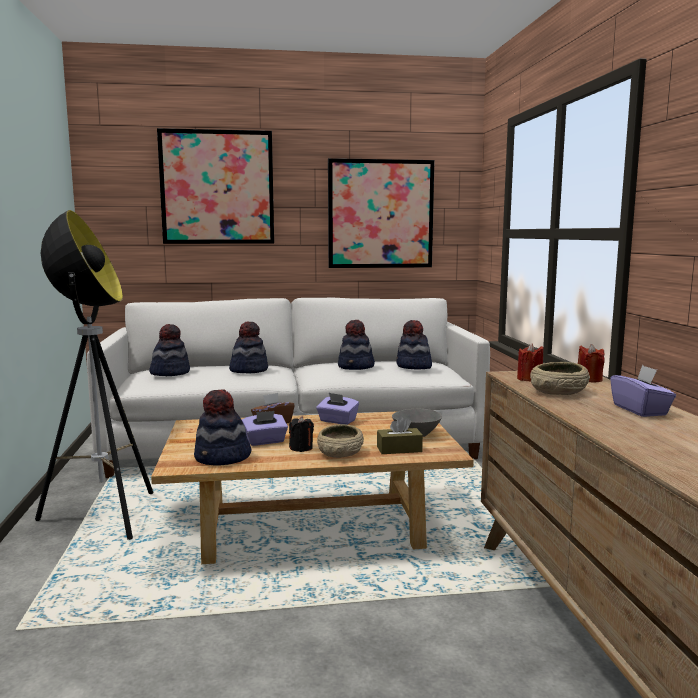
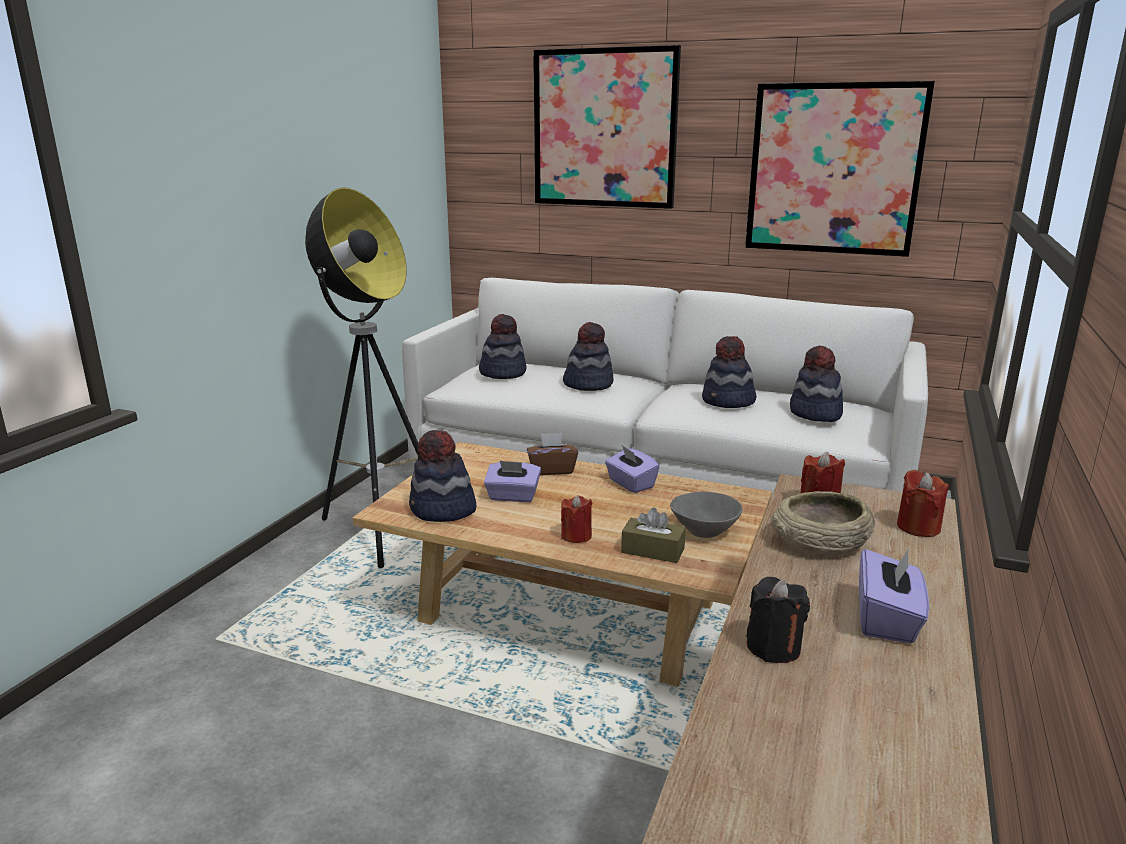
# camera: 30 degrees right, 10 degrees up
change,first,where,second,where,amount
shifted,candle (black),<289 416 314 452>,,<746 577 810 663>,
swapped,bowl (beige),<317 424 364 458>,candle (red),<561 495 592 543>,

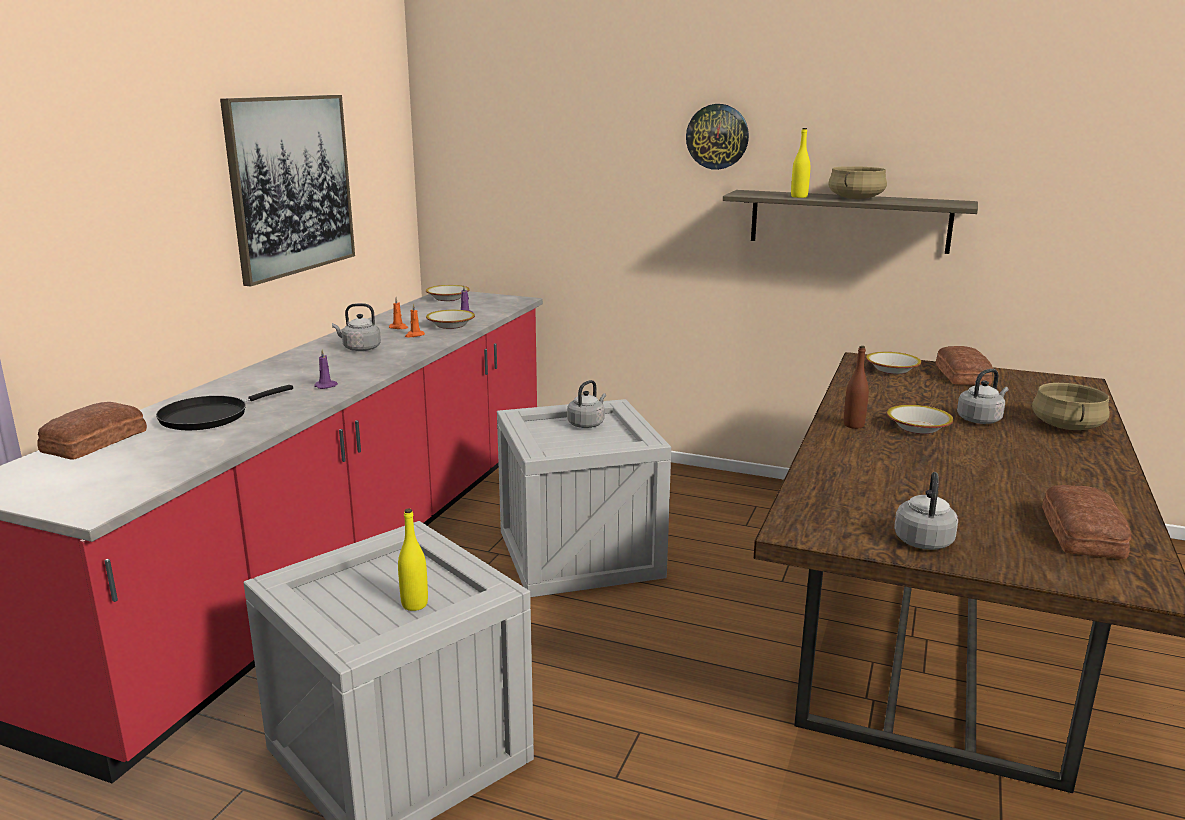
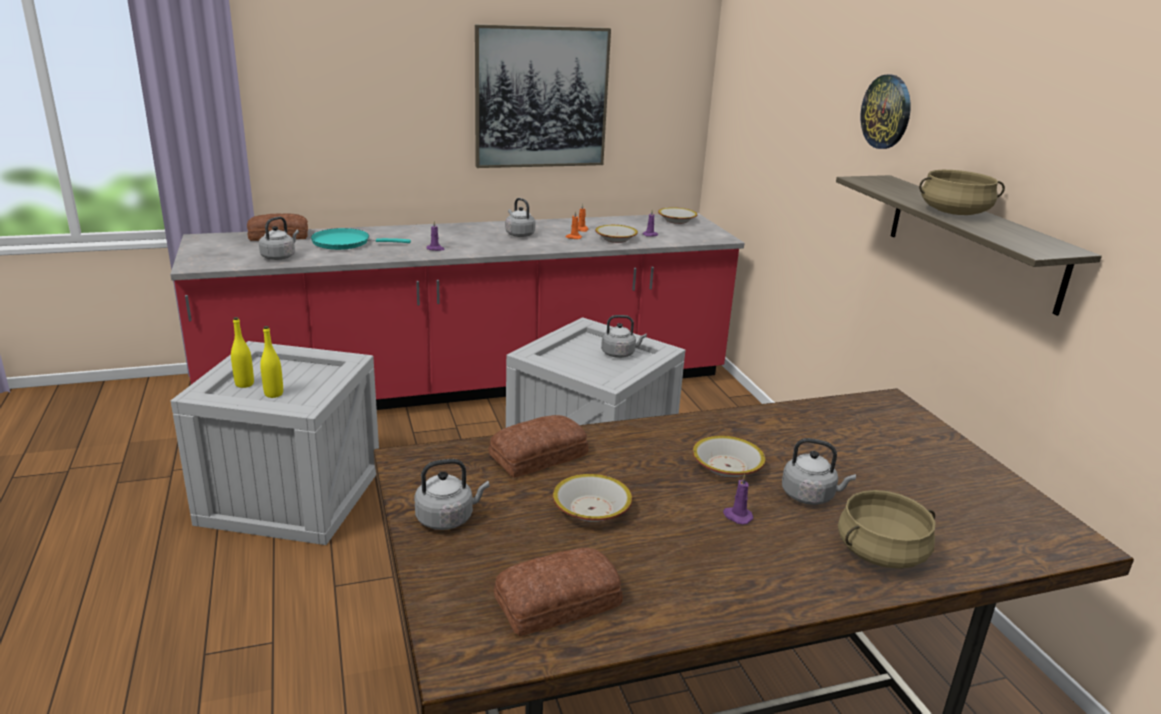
# camera: 50 degrees right, 5 degrees up
change,first,where,second,where,amount
gone,bottle (brown),<844 346 869 429>,,,
new,,,kettle (grey),<259 217 299 260>,
new,,,candle (purple),<723 474 753 524>,
shifted,bottle (yellow),<791 128 810 198>,,<231 317 254 388>,
shifted,bowl,<866 352 921 374>,,<553 474 632 522>,
shifted,bread,<936 346 993 385>,,<489 415 589 478>,
repainted,frying pan (black),<156 385 293 430>,frying pan (turquoise),<311 228 411 250>,

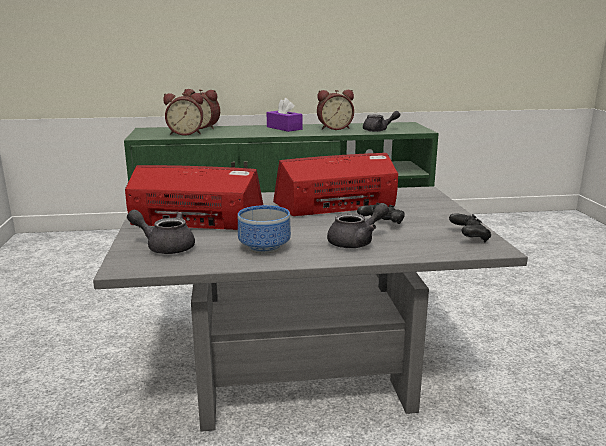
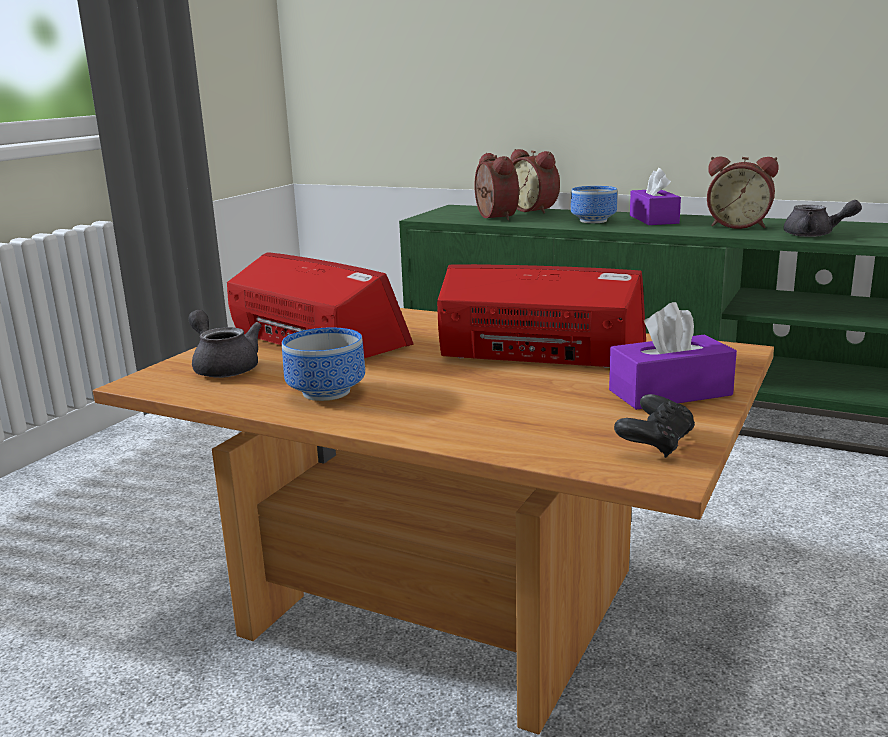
# camera: 35 degrees right, 0 degrees up
change,first,where,second,where,amount
gone,teapot (grey),<327 203 389 248>,,,
gone,game controller (black),<357 203 405 224>,,,
new,,,bowl,<571 186 617 223>,
new,,,tissue box (purple),<609 302 737 410>,
repainted,coffee table (grey),<93 186 528 432>,coffee table (brown),<93 308 774 735>,
rotated,alarm clock,<163 93 203 136>,,<474 153 519 220>,135 degrees counterclockwise

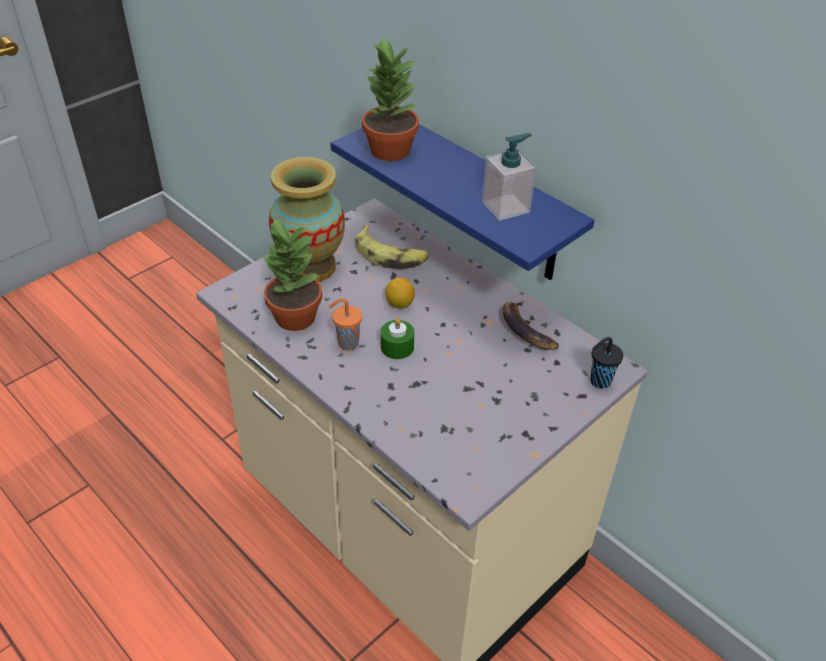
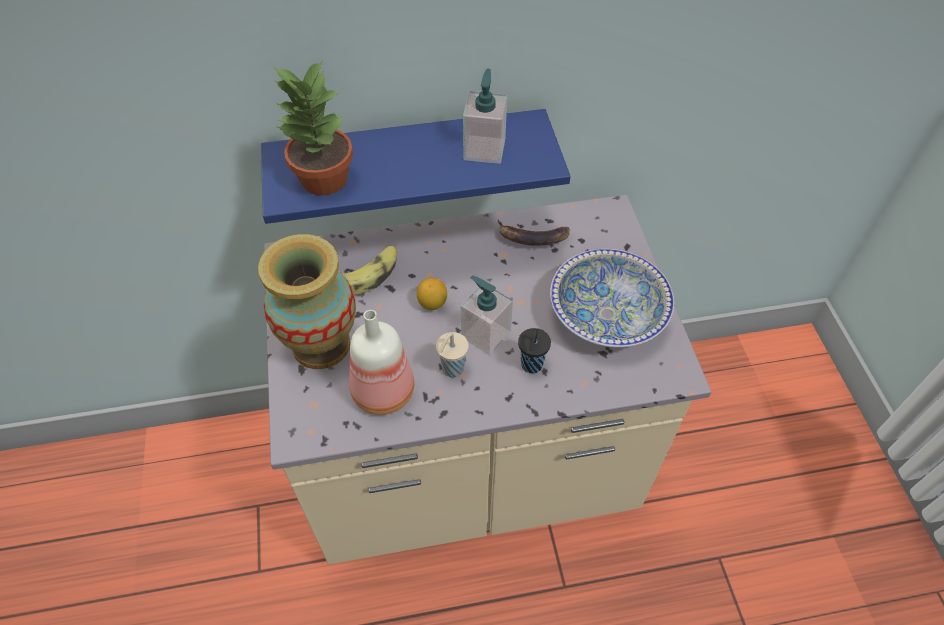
# camera: 55 degrees left, 10 degrees up
change,first,where,second,where,amount
new,,,bowl,<550 249 674 347>,
shifted,cup (black),<590 337 623 389>,,<518 328 551 373>,
swapped,potted plant,<261 217 322 331>,bottle,<349 310 414 415>,
swapped,candle (green),<381 318 415 359>,soap dispenser,<461 275 513 355>,
repainted,cup (orange),<329 298 362 350>,cup (beige),<436 332 469 377>,

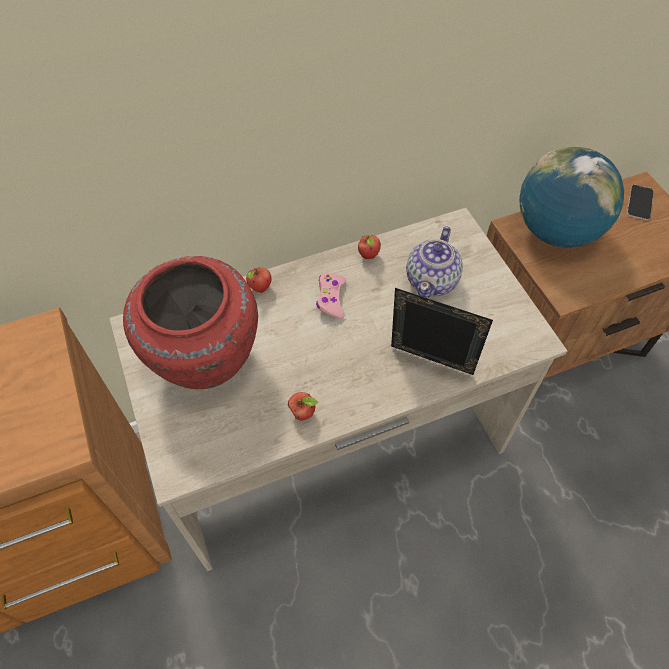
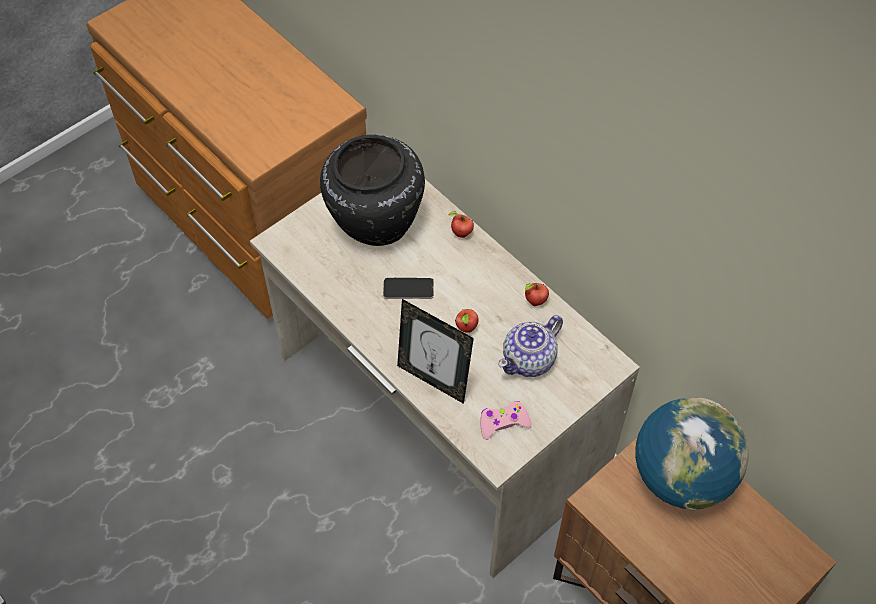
# camera: 70 degrees right, 0 degrees up
change,first,where,second,where,amount
shifted,apple,<288 392 318 421>,,<455 309 479 332>,
shifted,game controller (pink),<316 273 346 319>,,<480 401 532 440>,
shifted,phone,<627 185 654 220>,,<383 278 434 299>,
repainted,vase (red),<123 256 258 389>,vase (black),<320 135 425 246>,
rotated,picture frame,<391 288 493 375>,,<397 299 474 404>,120 degrees clockwise
rotated,teapot,<406 226 463 298>,,<498 315 563 377>,45 degrees counterclockwise

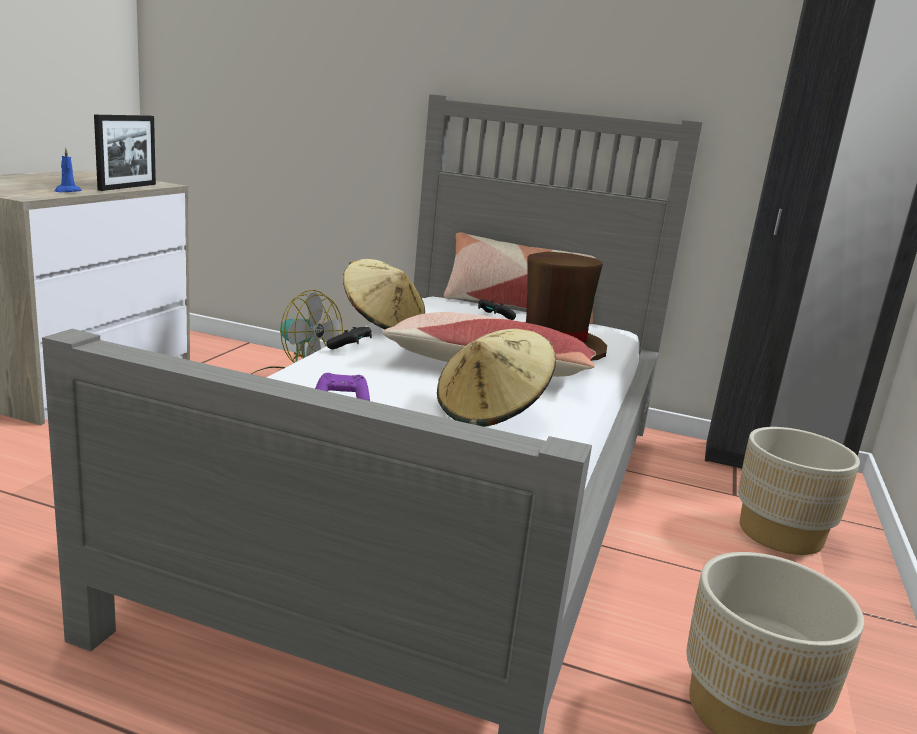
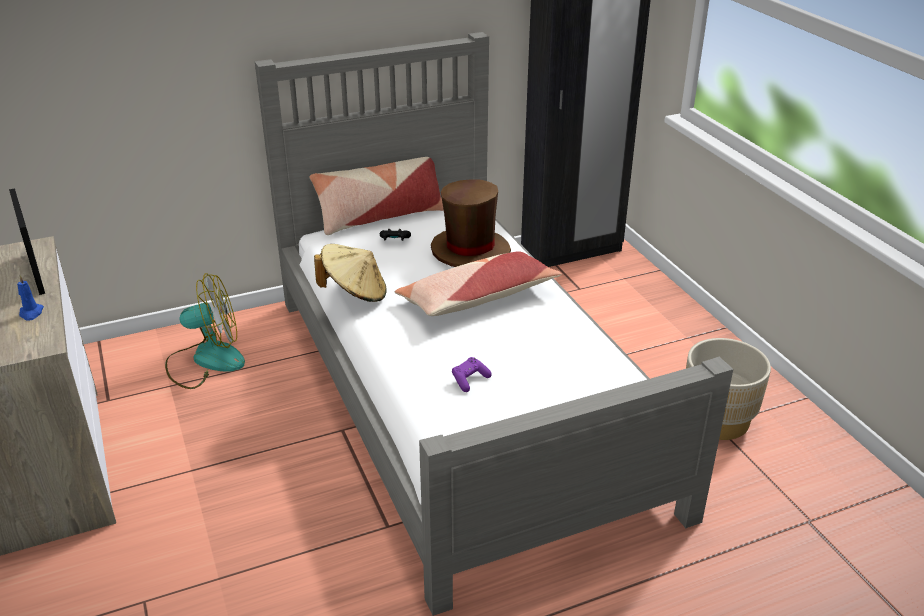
# camera: 40 degrees left, 15 degrees up
change,first,where,second,where,amount
gone,game controller (black),<326 327 372 350>,,,
gone,hat (beige),<437 329 556 427>,,,
gone,planter (beige),<738 427 860 555>,,,

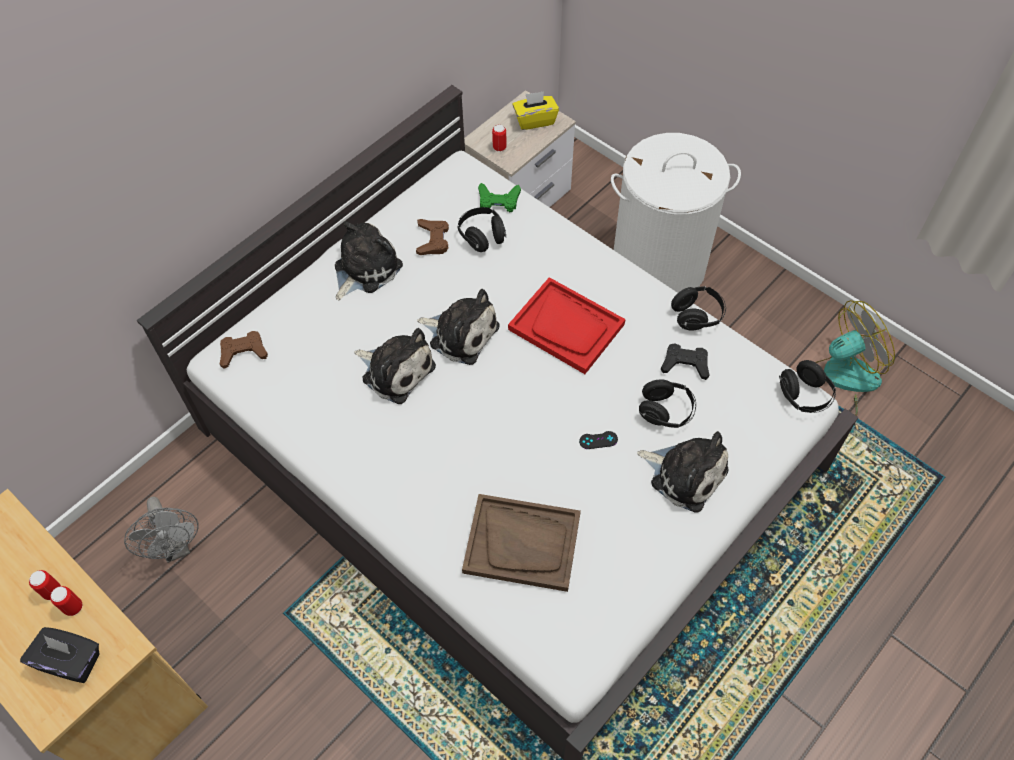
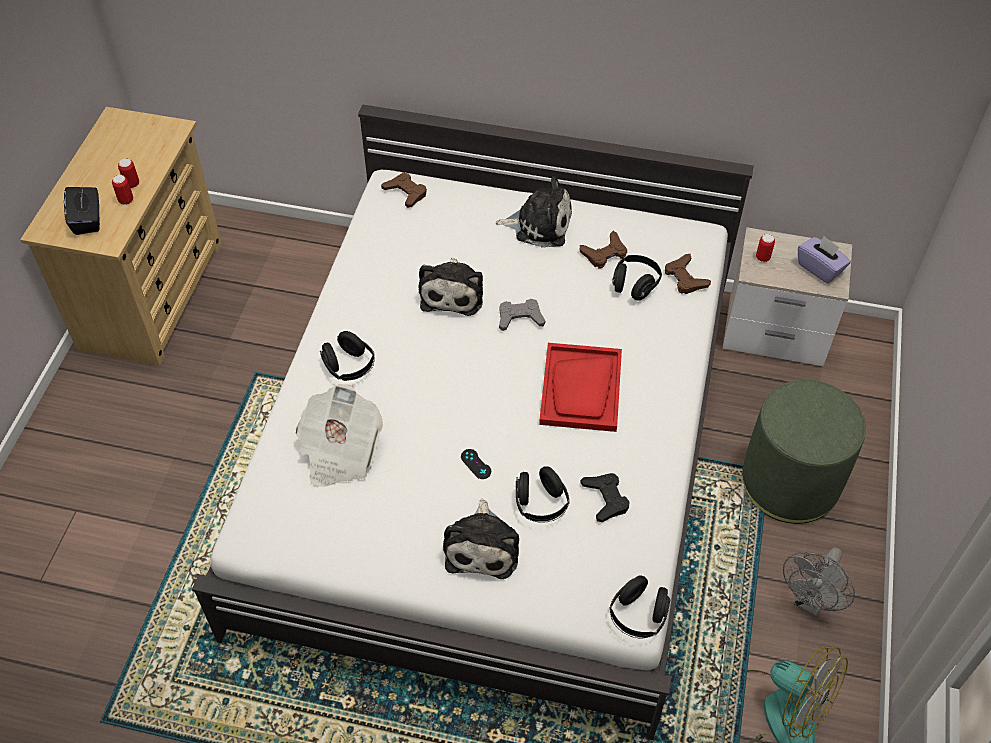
# camera: 60 degrees right, 5 degrees down
change,first,where,second,where,amount
shifted,fan (grey),<124 497 198 563>,,<783 547 855 617>,
shifted,headphones (black),<671 286 726 330>,,<320 331 375 381>,
swapped,plush toy,<417 289 500 365>,game controller (grey),<499 299 545 331>,
swapped,tray (brown),<462 494 581 592>,newspaper,<296 384 383 487>,
swapped,laundry basket (white),<611 133 741 293>,ottoman (green),<743 380 866 524>,
repainted,game controller (green),<478 183 521 212>,game controller (brown),<665 254 711 294>,
repainted,tissue box (yellow),<512 91 559 130>,tissue box (purple),<798 236 851 283>,

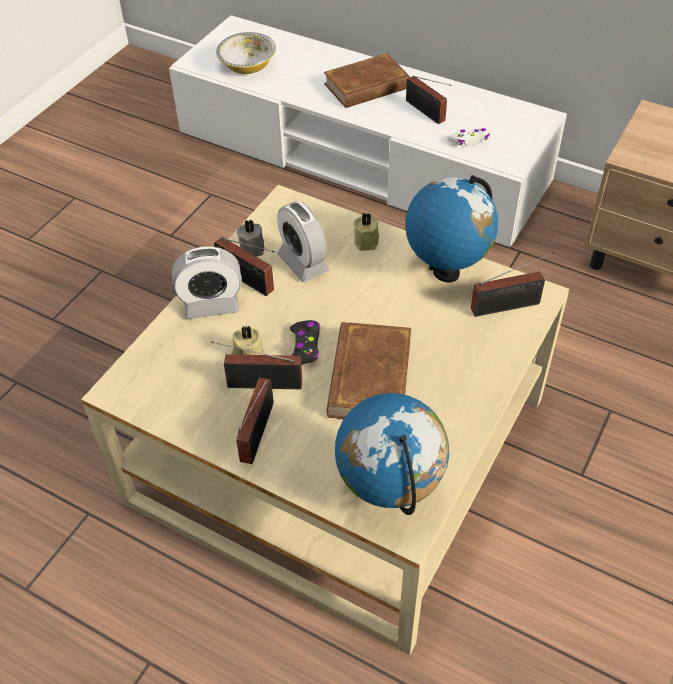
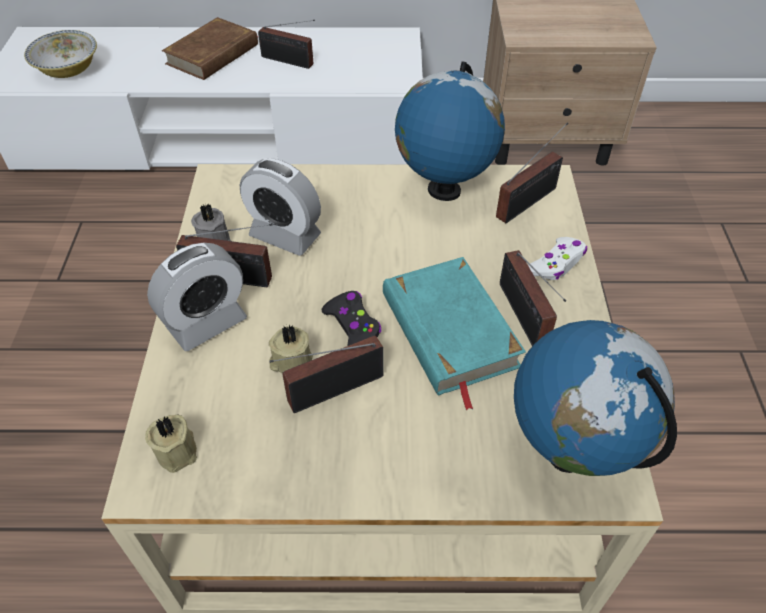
# camera: 30 degrees left, 0 degrees up
change,first,where,second,where,amount
shifted,radio,<236 378 274 464>,,<500 250 566 346>,
shifted,candle (beige),<353 212 380 251>,,<145 414 197 473>,
shifted,game controller (white),<447 128 490 146>,,<528 237 587 280>,
repainted,book (brown),<327 322 411 419>,book (turquoise),<383 257 526 411>,

